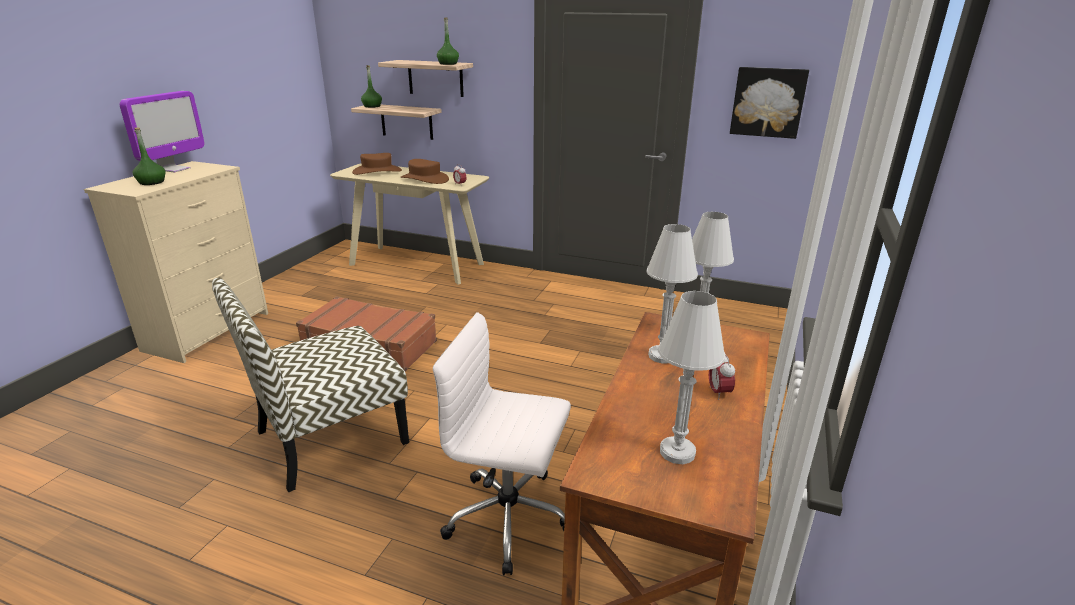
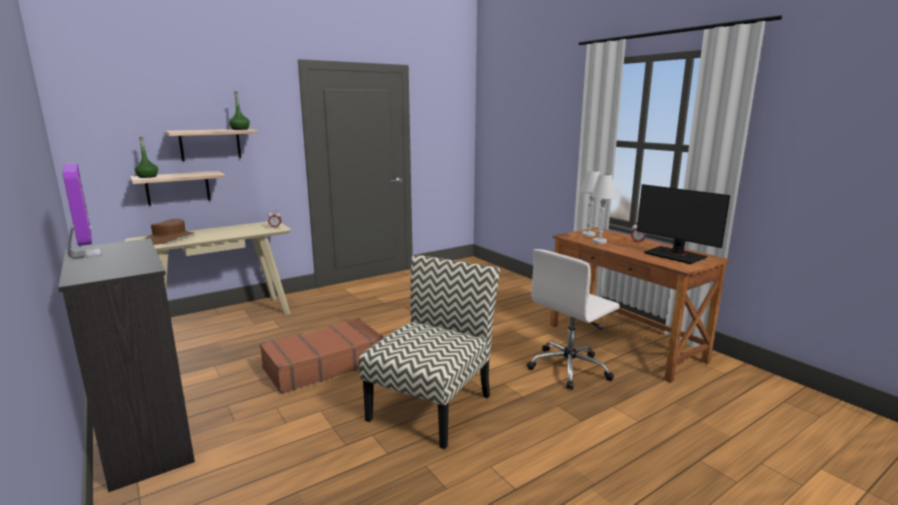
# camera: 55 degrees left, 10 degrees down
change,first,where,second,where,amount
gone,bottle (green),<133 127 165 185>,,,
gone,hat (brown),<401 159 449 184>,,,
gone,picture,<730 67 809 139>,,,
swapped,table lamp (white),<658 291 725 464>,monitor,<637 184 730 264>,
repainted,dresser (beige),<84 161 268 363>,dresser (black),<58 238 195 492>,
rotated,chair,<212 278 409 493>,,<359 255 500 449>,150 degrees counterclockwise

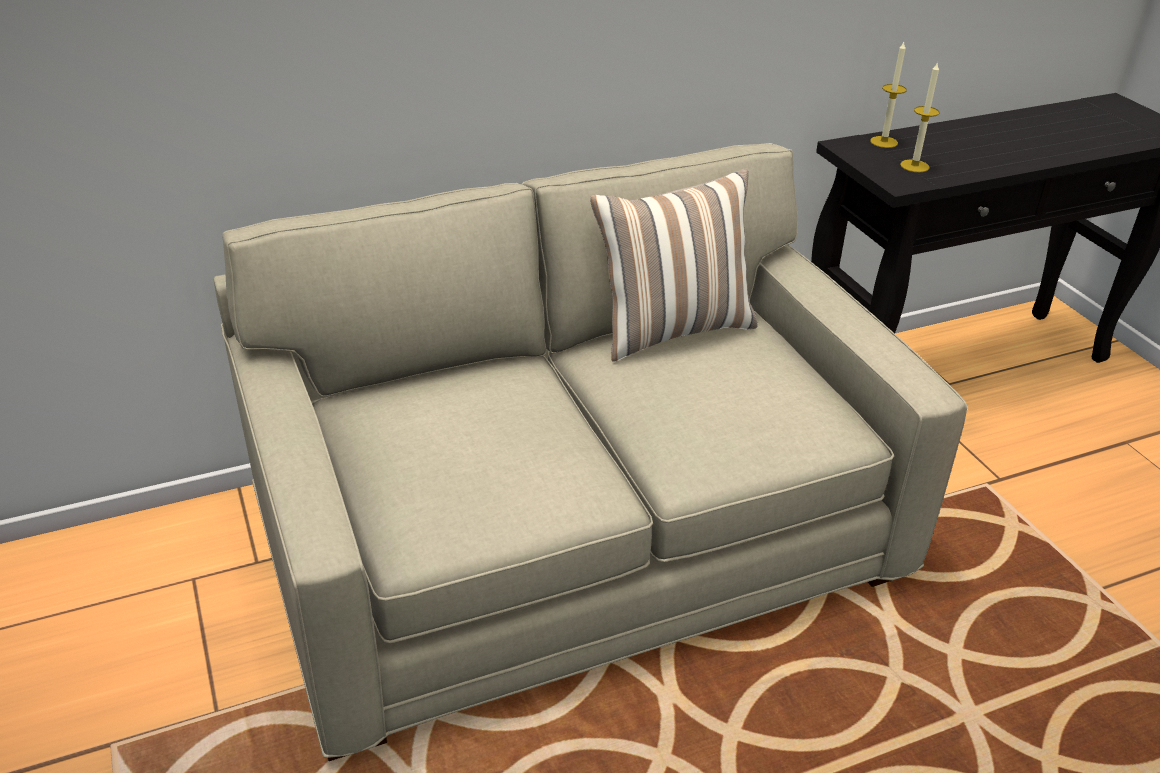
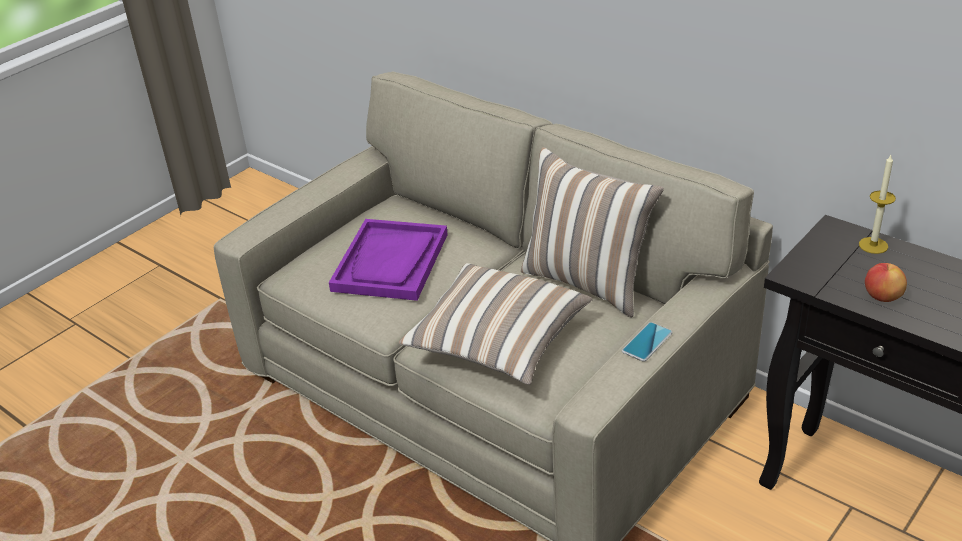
# camera: 65 degrees right, 0 degrees up
change,first,where,second,where,amount
gone,candle,<900 61 940 172>,,,
new,,,tray (purple),<329 219 448 301>,
new,,,pillow,<399 263 593 385>,
new,,,phone,<622 322 673 362>,
new,,,apple,<865 263 907 302>,

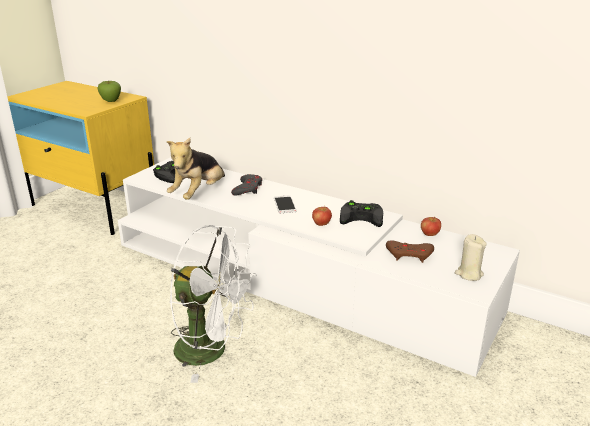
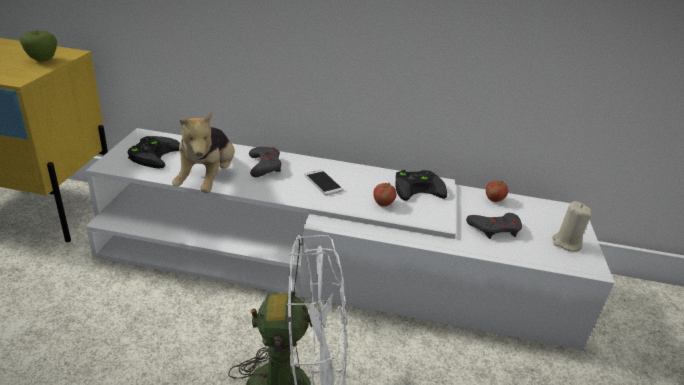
# camera: 25 degrees left, 5 degrees up
change,first,where,second,where,amount
repainted,game controller (brown),<386 240 434 263>,game controller (grey),<466 213 522 239>,

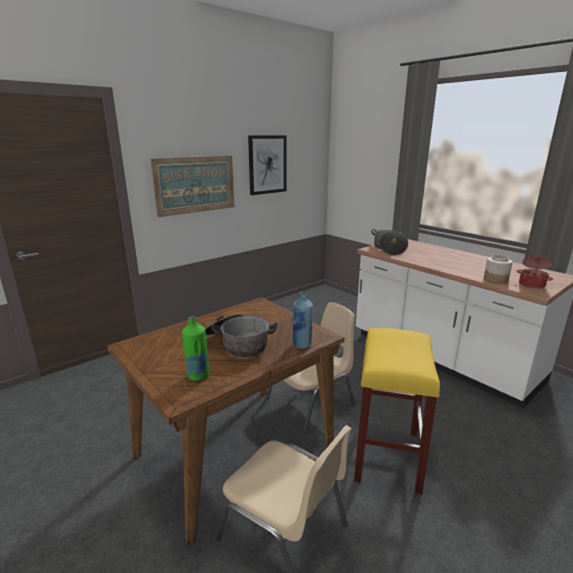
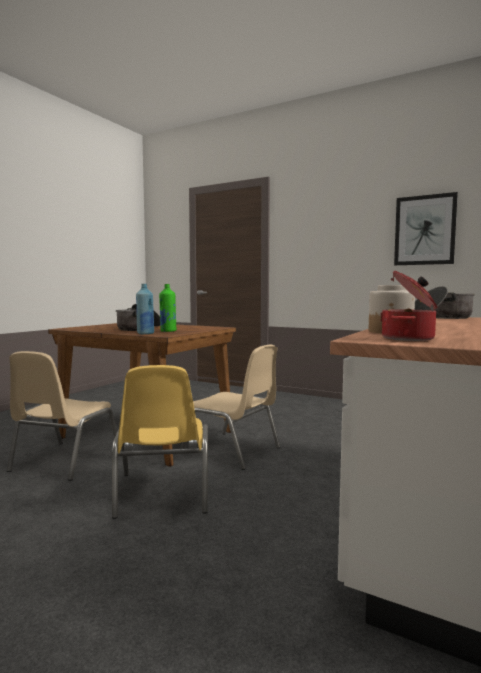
# camera: 70 degrees right, 15 degrees down
change,first,where,second,where,amount
gone,picture,<150 155 235 217>,,,
shifted,bottle (green),<182 316 209 381>,,<159 284 177 332>,
swapped,stool (yellow),<354 328 440 494>,chair (yellow),<112 365 208 519>,

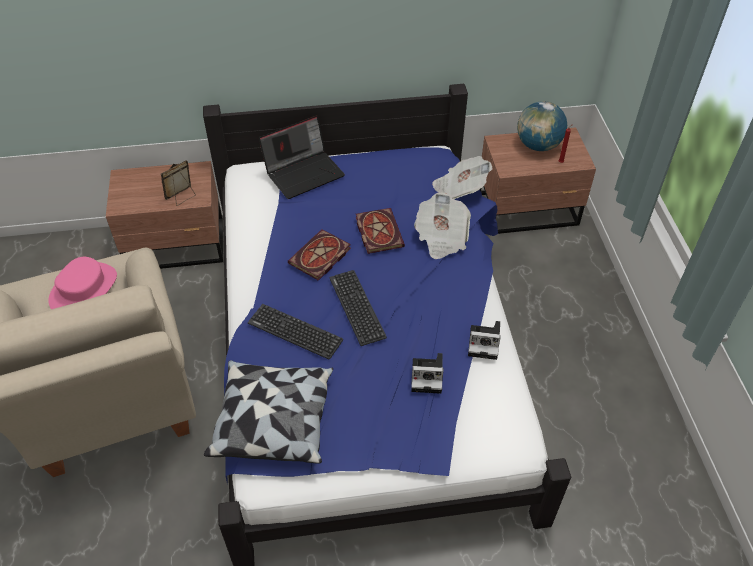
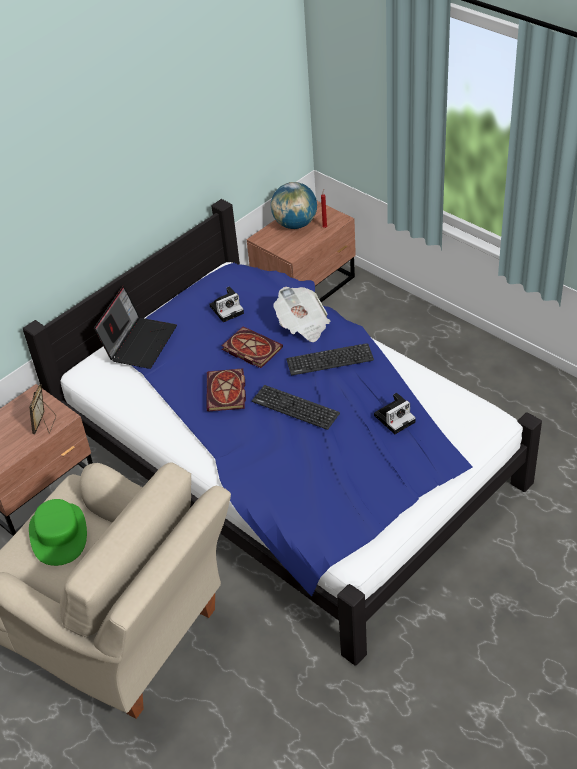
# camera: 35 degrees left, 5 degrees down
change,first,where,second,where,amount
gone,pillow,<204 360 333 464>,,,
gone,newspaper,<432 156 492 199>,,,
shifted,keyboard,<248 304 343 359>,,<286 343 374 375>,
shifted,photo camera,<468 321 501 360>,,<210 286 244 322>,
repainted,hat (pink),<48 257 117 309>,hat (green),<29 499 87 566>,

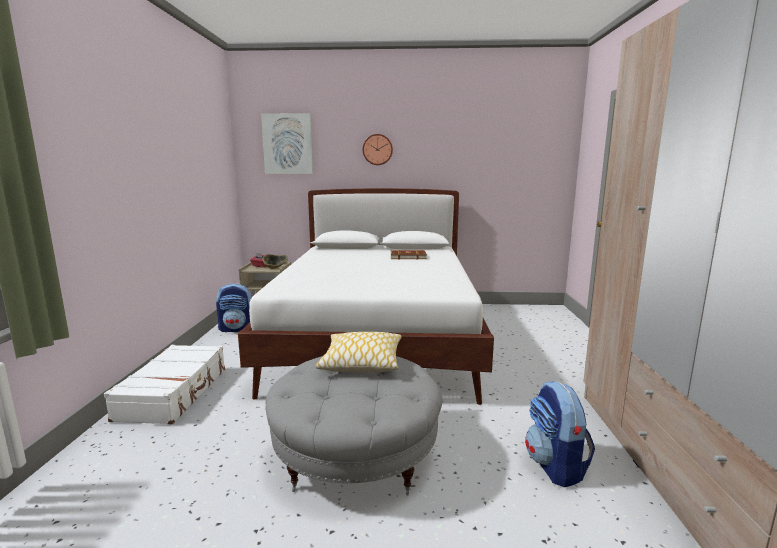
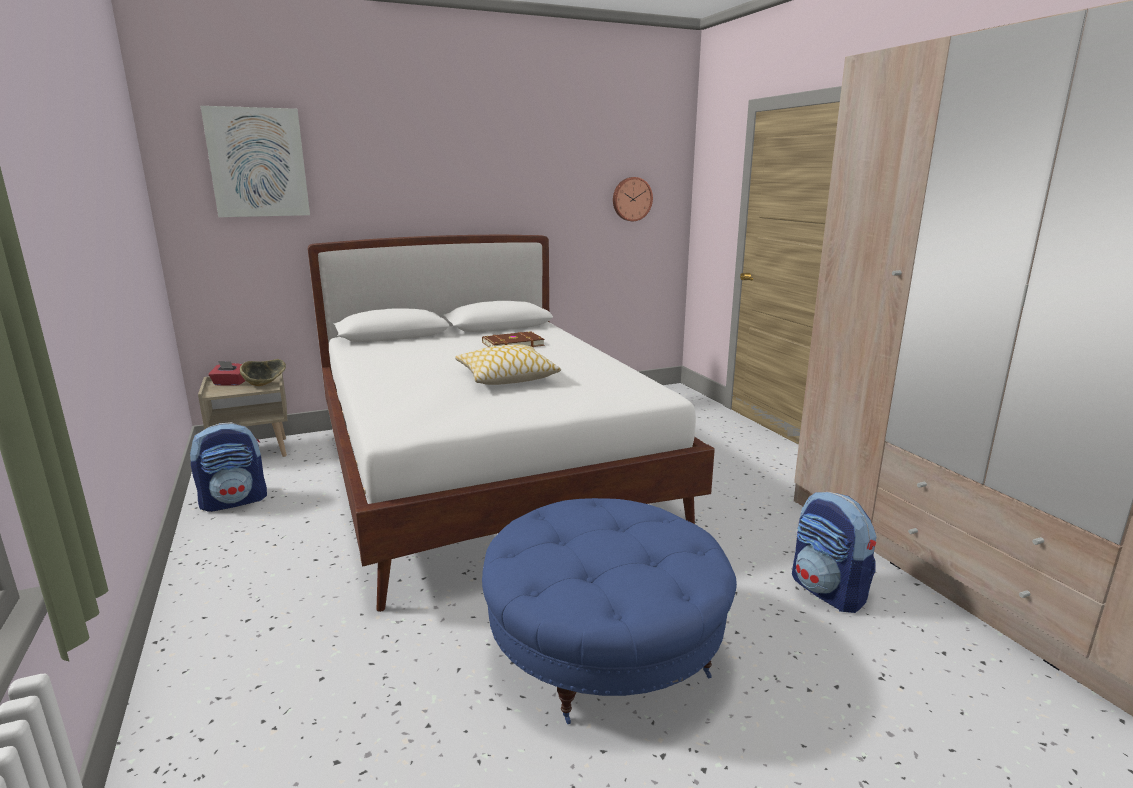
# camera: 25 degrees left, 5 degrees up
change,first,where,second,where,amount
gone,suitcase (white),<104 345 225 424>,,,
shifted,pillow,<315 332 402 373>,,<455 344 561 385>,
shifted,wall clock,<363 134 393 165>,,<613 177 653 221>,
repainted,ottoman (grey),<266 356 443 496>,ottoman (blue),<482 498 737 724>,

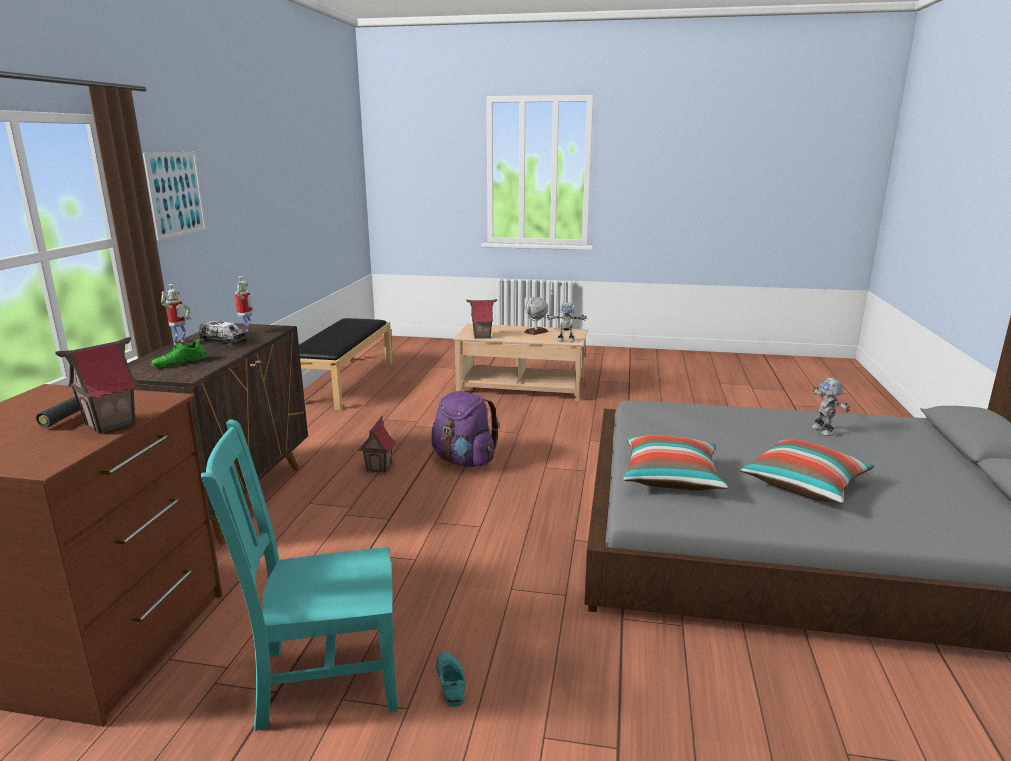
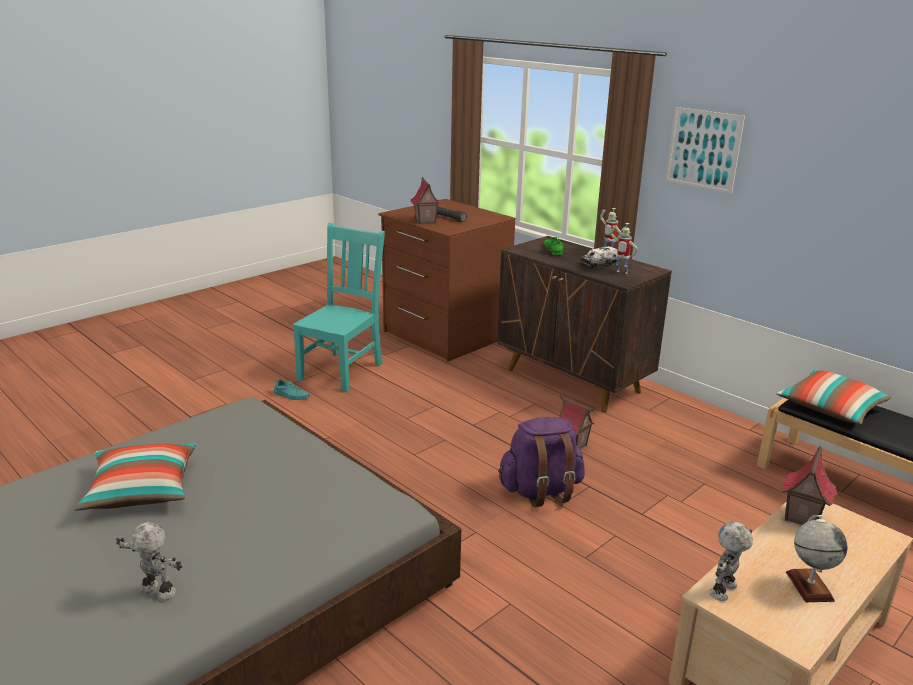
# camera: 125 degrees right, 5 degrees up
change,first,where,second,where,amount
shifted,pillow,<623 435 728 491>,,<776 370 891 425>,

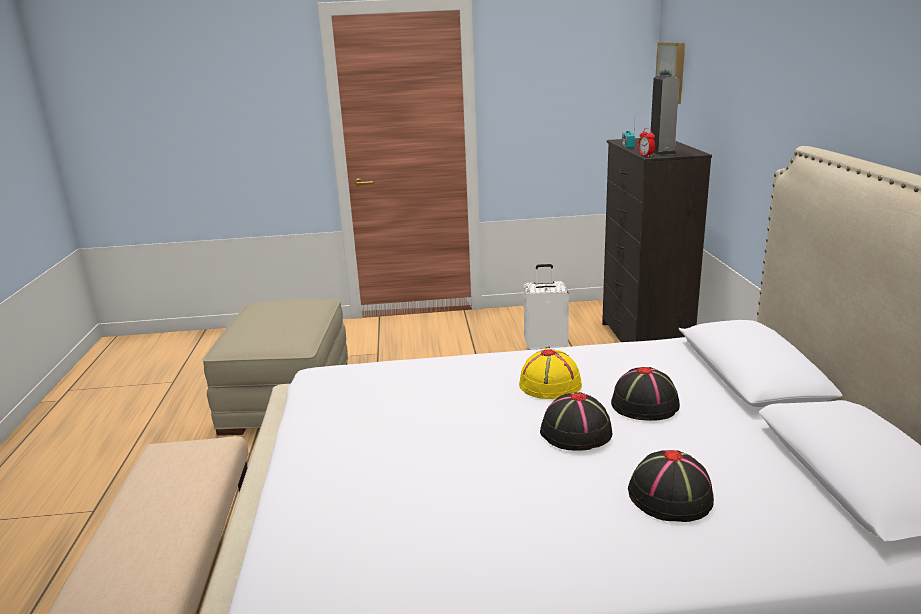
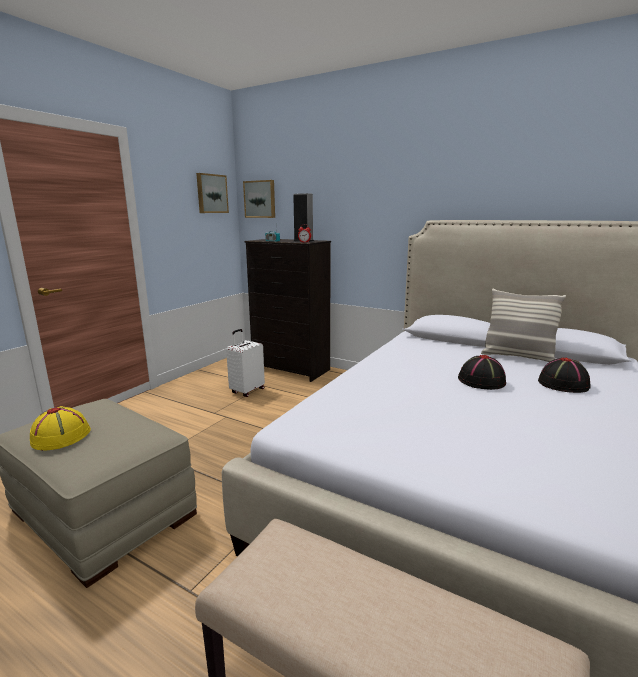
# camera: 55 degrees left, 5 degrees down
change,first,where,second,where,amount
gone,hat (black),<611 367 680 421>,,,
new,,,picture,<196 173 229 213>,
new,,,pillow,<481 289 566 362>,
shifted,hat (yellow),<519 349 582 399>,,<30 406 91 450>,

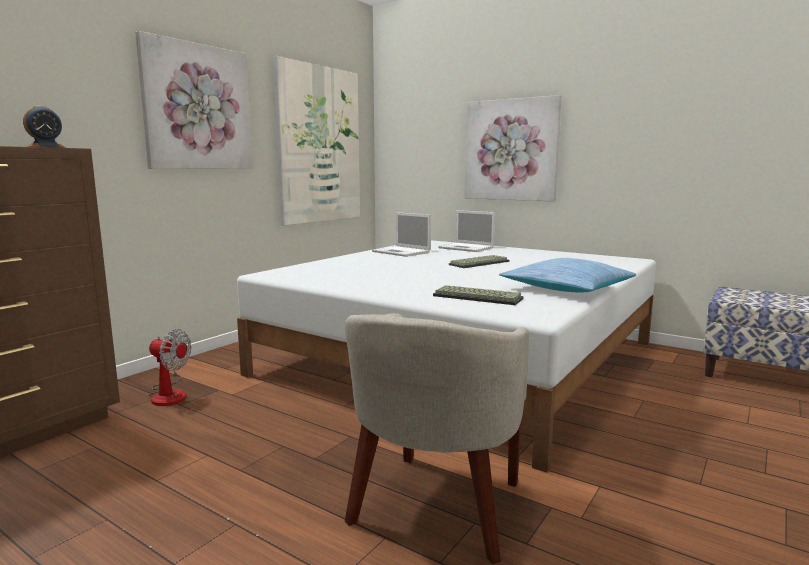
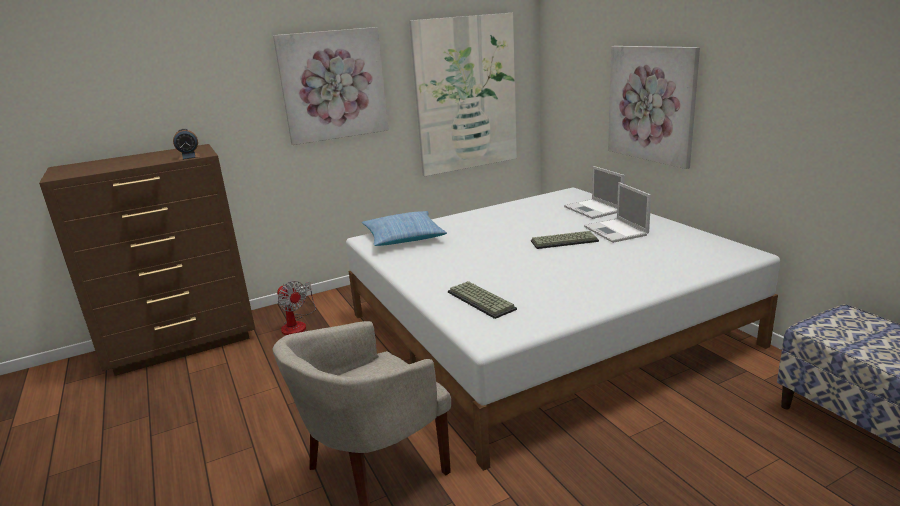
# camera: 30 degrees right, 10 degrees up
change,first,where,second,where,amount
shifted,laptop,<372 212 431 257>,,<584 182 651 243>,
shifted,pillow,<499 258 636 292>,,<362 211 447 246>,

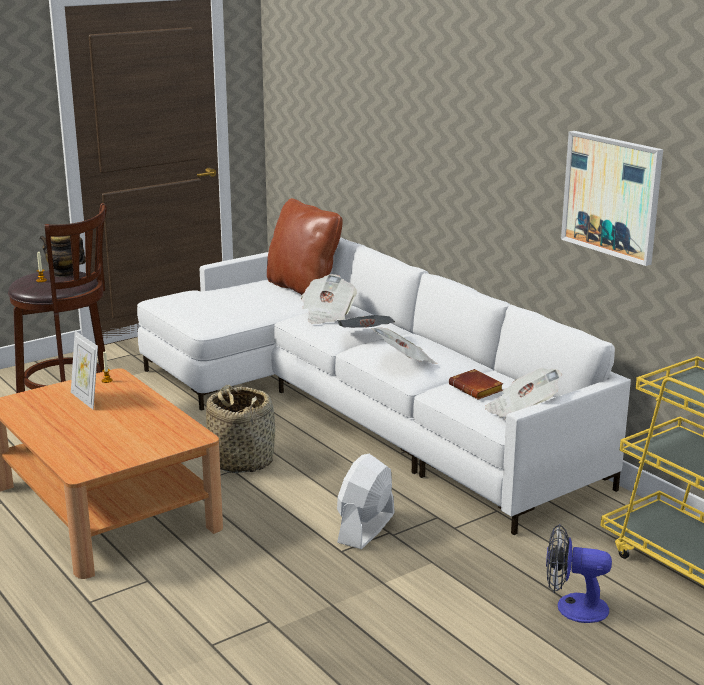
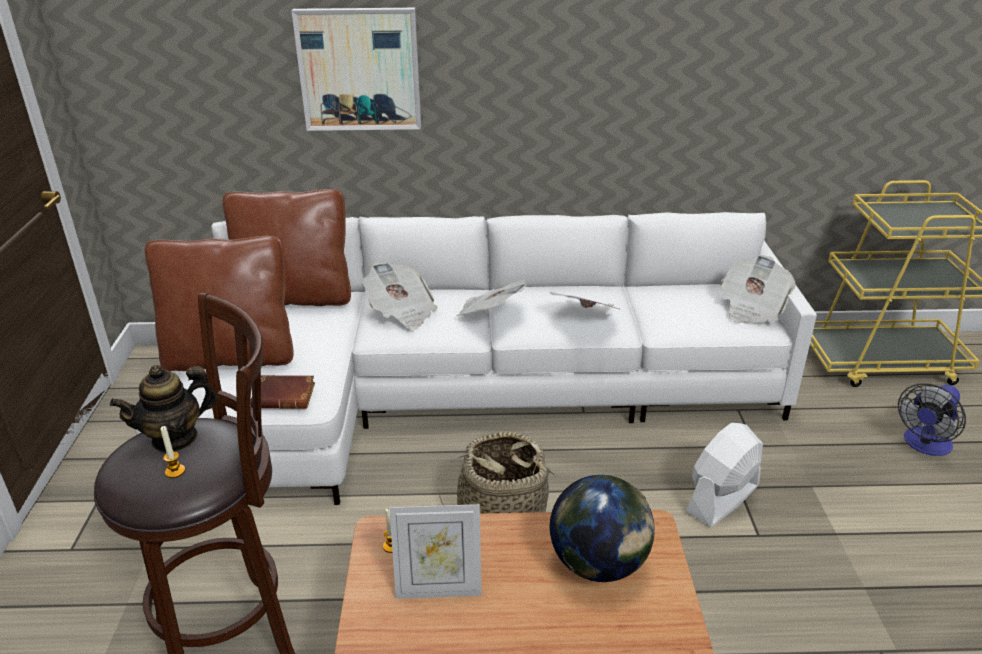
# camera: 55 degrees left, 10 degrees up
change,first,where,second,where,amount
new,,,pillow (brown),<145 236 293 372>,
new,,,globe,<550 475 655 582>,
shifted,book (brown),<449 369 503 400>,,<251 375 315 409>,
shifted,picture,<561 131 663 266>,,<291 8 421 131>,
rotated,fan (white),<337 454 395 549>,,<686 423 763 527>,75 degrees clockwise

